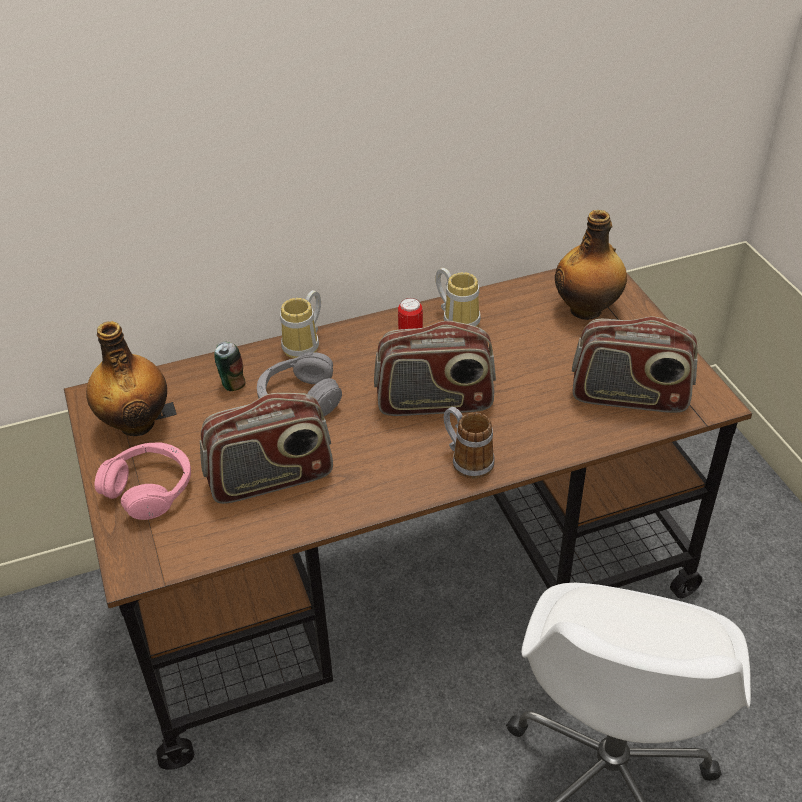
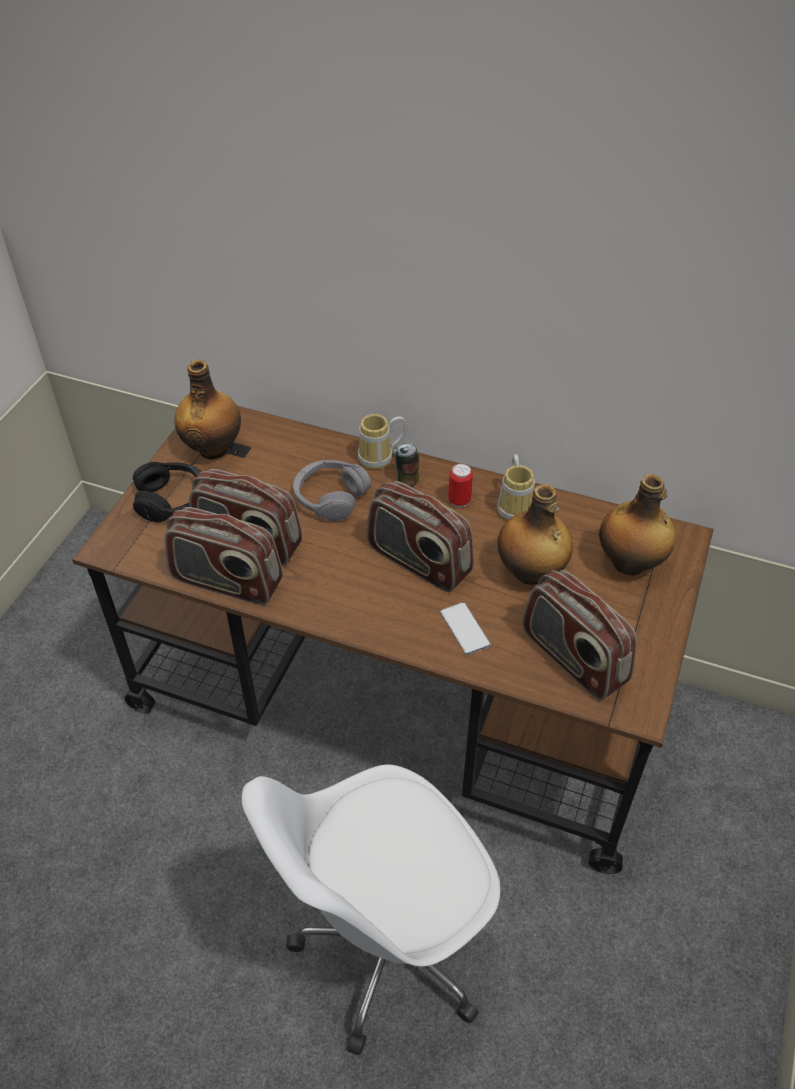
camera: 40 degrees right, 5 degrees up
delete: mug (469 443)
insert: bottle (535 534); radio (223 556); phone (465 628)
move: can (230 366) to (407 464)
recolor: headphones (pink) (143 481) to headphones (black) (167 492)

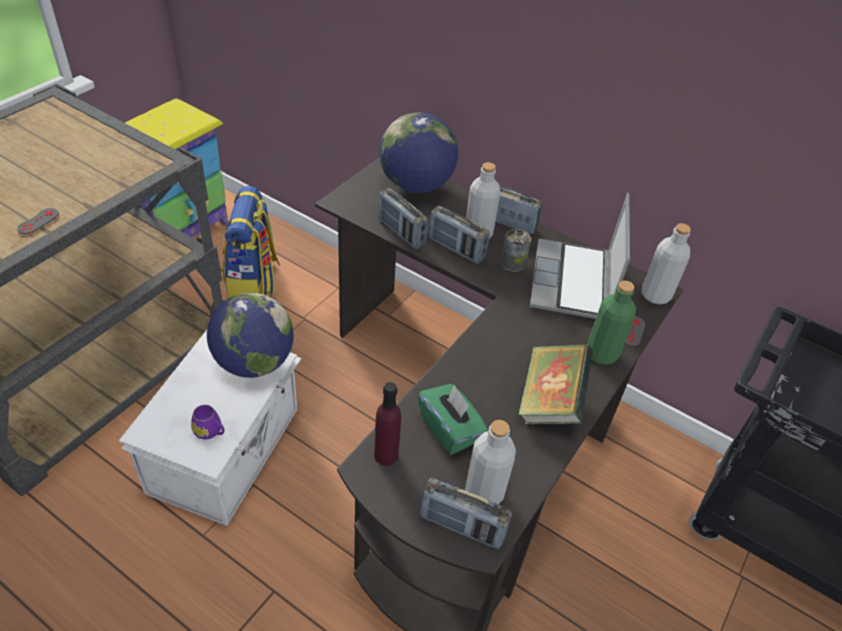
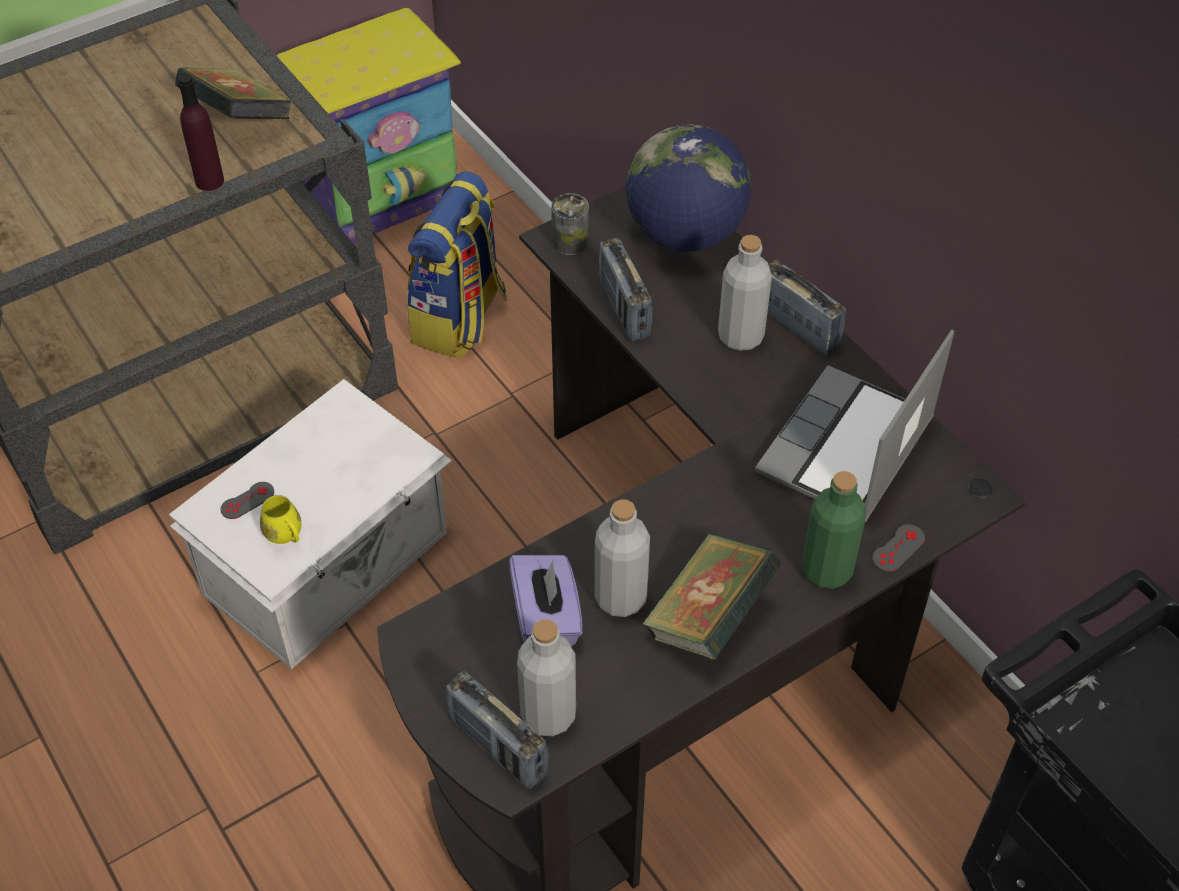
camera: 25 degrees right, 5 degrees up
delete: radio (459 235); globe (250 335)
insert: book (234 93)
move: game controller (grey) (38 221) to (247 500); bottle (grey) (666 264) to (622 558); can (515 250) to (570 224); bottle (purple) (387 424) to (200 132)
recolor: tissue box (green) (453 419) to tissue box (purple) (545 600); mug (purple) (208 422) to mug (yellow) (280 519)

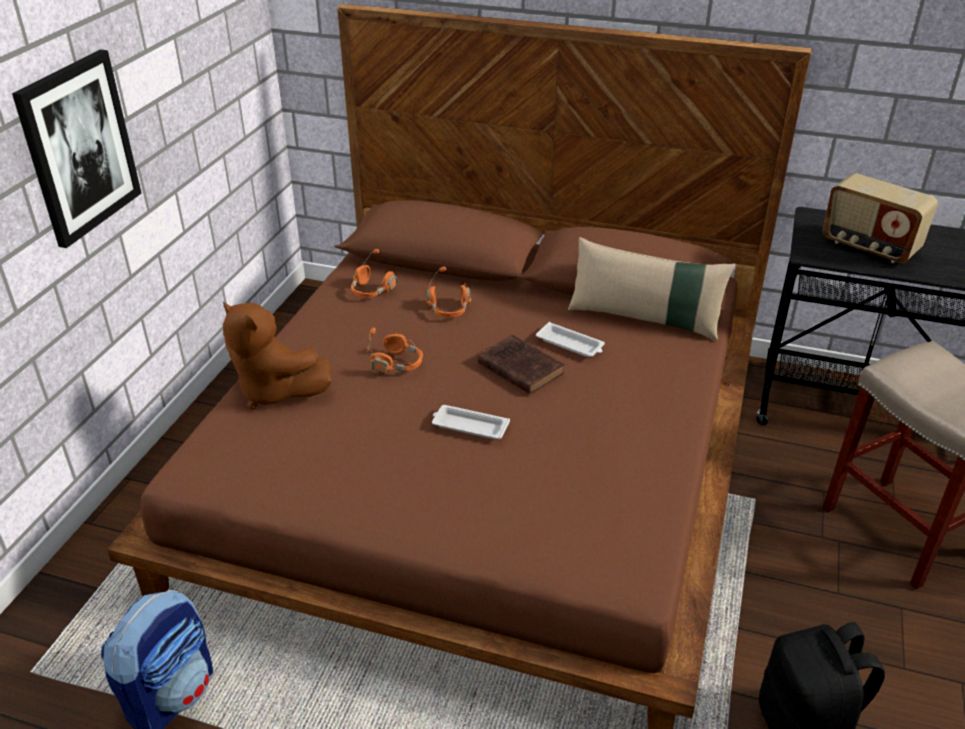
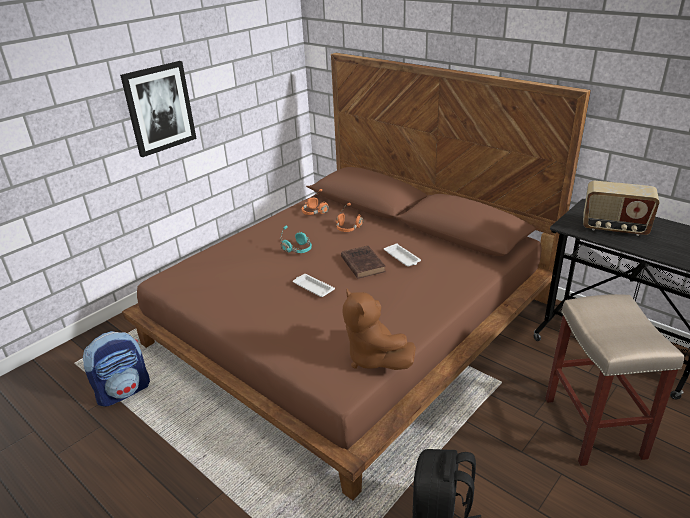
camera: 25 degrees right, 5 degrees down
delete: pillow (beige) (651 288)
move: plush toy (brown) (277 355) to (379 329)
recolor: headphones (orange) (395 350) to headphones (turquoise) (296 239)
rotate: radio (880 218) = (621 208) 45 degrees counterclockwise

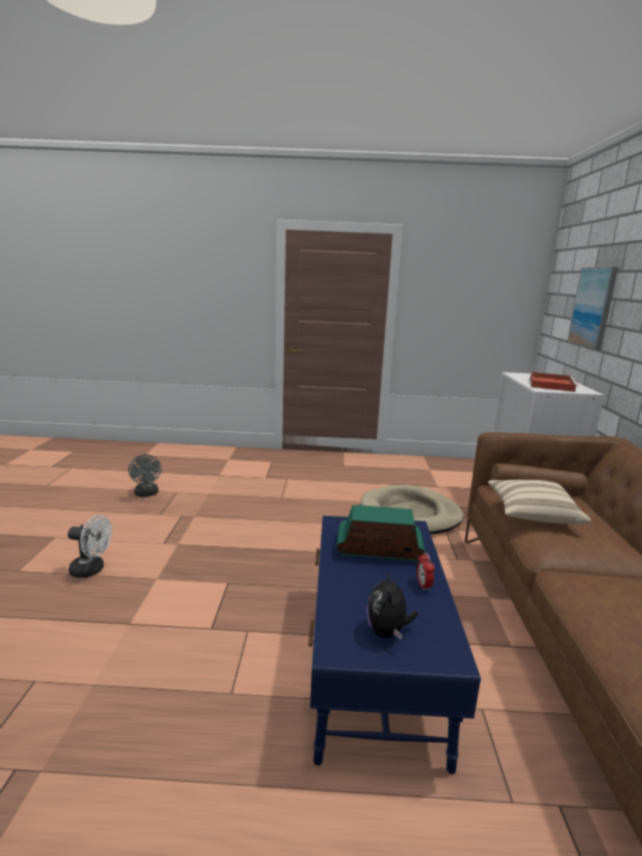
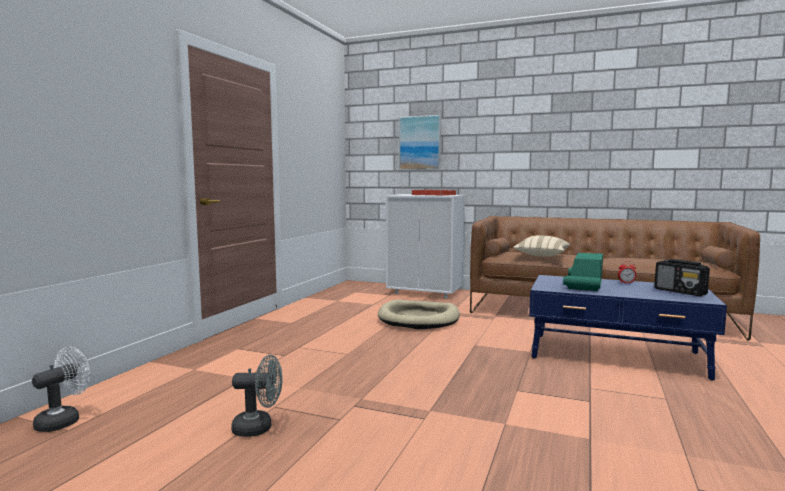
camera: 70 degrees left, 10 degrees down
move: fan (white) (90 546) to (61 389)
replace: plush toy (392 605) to radio (682 277)

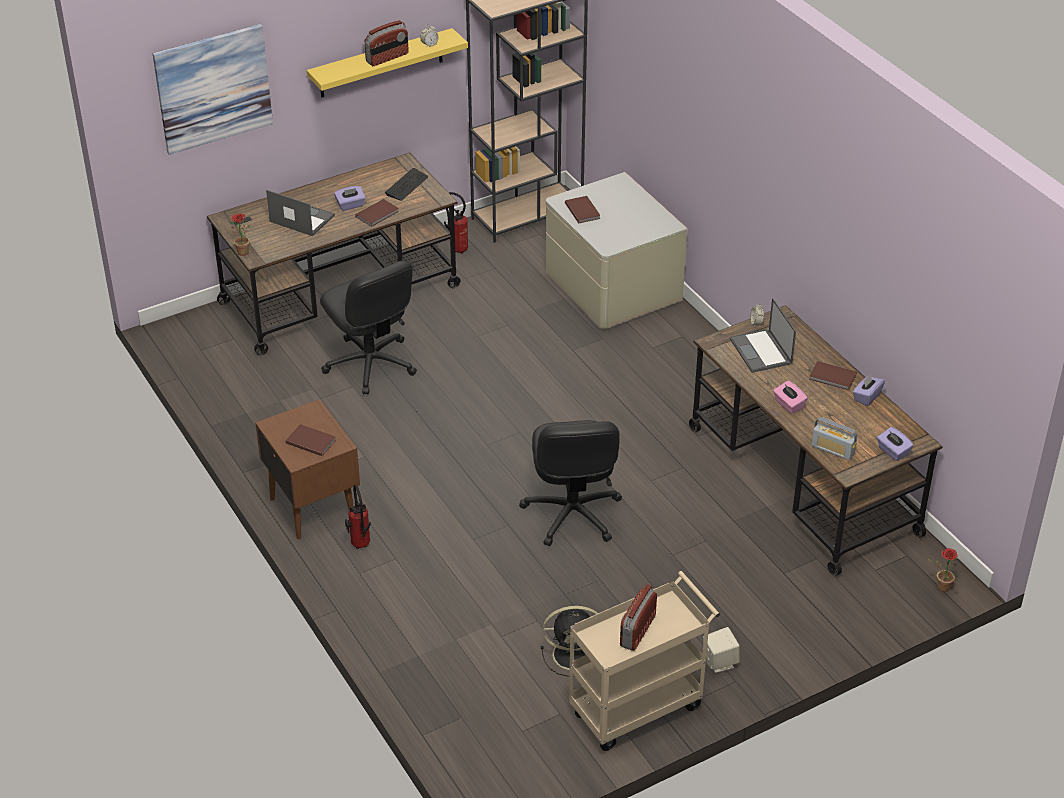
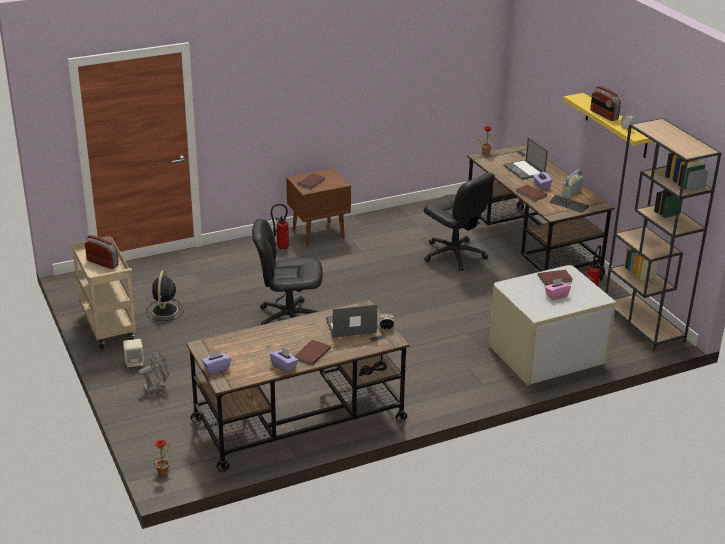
camera: 95 degrees right, 10 degrees down
delete: picture (213 89)
insert: fan (grey) (153 371)
move: tissue box (pink) (790 397) to (558 289); radio (834 438) to (572 184)
rotate: laptop (300 213) = (525 159) 120 degrees clockwise; office chair (black) (368 327) = (459 222) 105 degrees counterclockwise

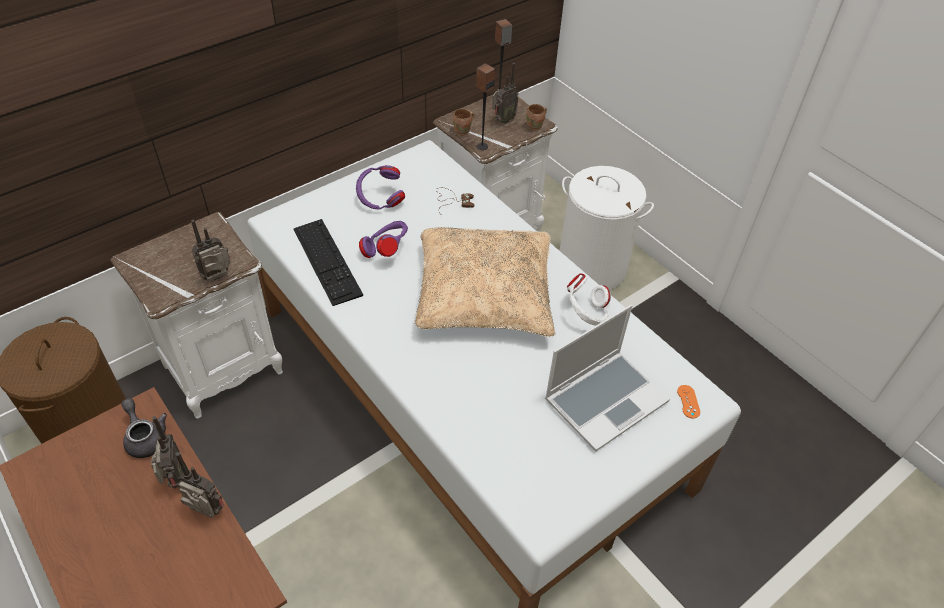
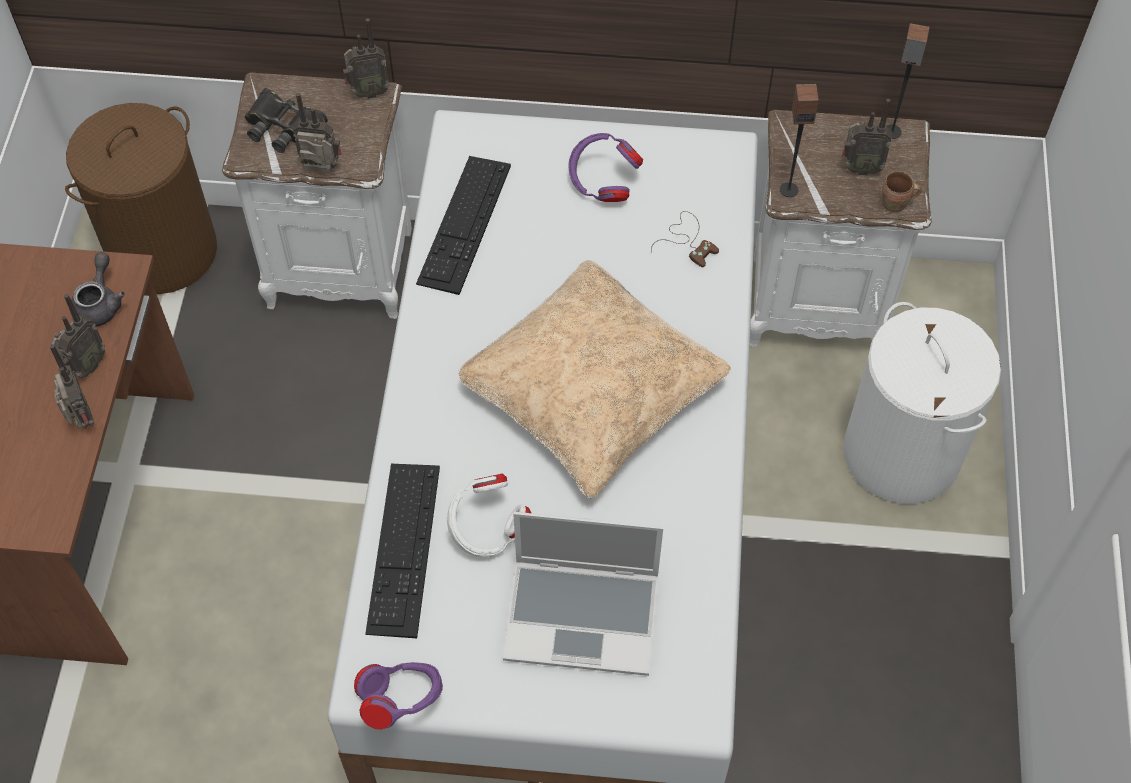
camera: 45 degrees right, 10 degrees up
delete: mug (brown) (463 121); game controller (orange) (688 402)
insert: radio (366 58); binoculars (black) (286 120); keyboard (402 551)
move: headphones (purple) (383 239) to (398 696); headphones (white) (589 299) to (489 515)

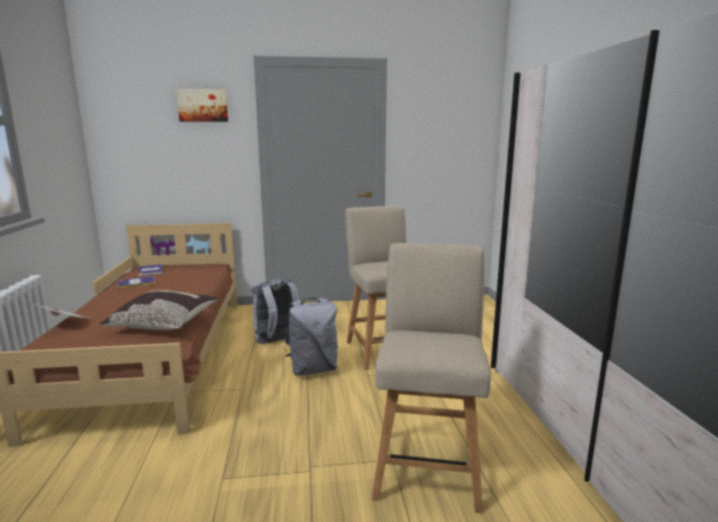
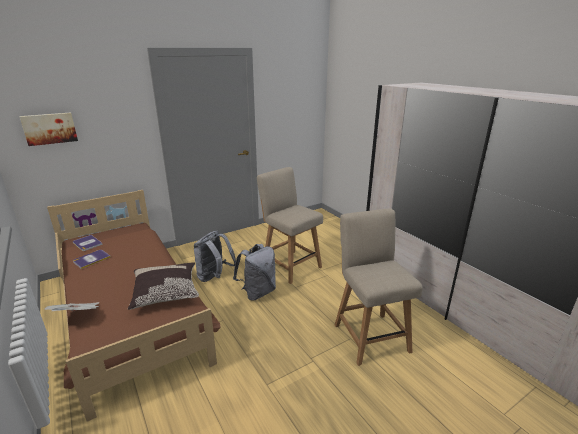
camera: 25 degrees left, 10 degrees up
move: picture (202 105) to (49 129)

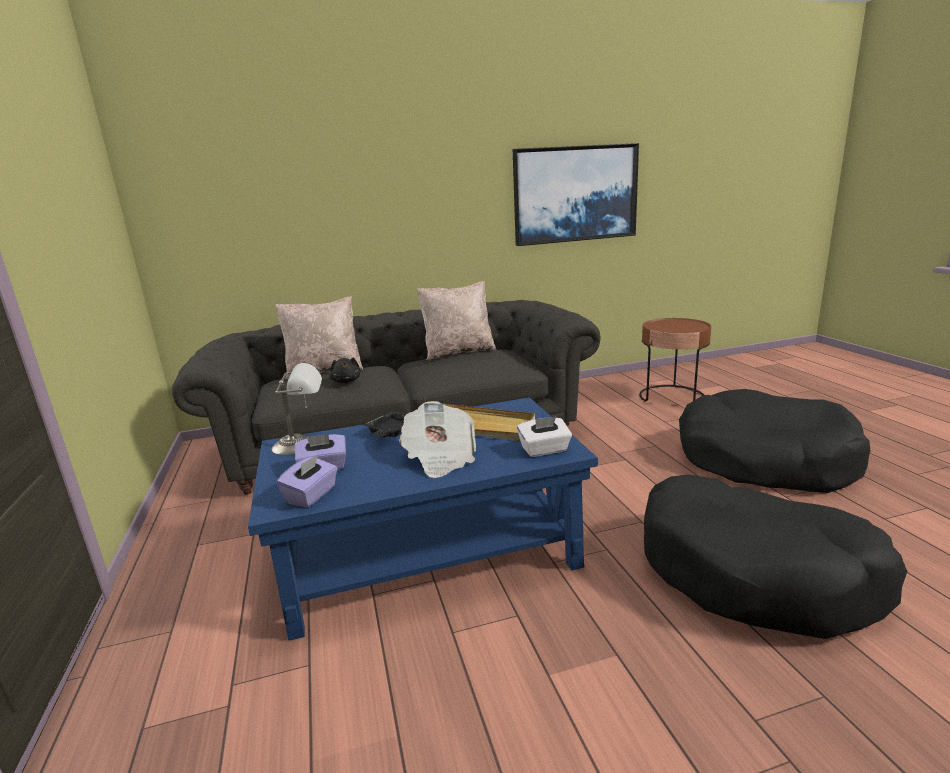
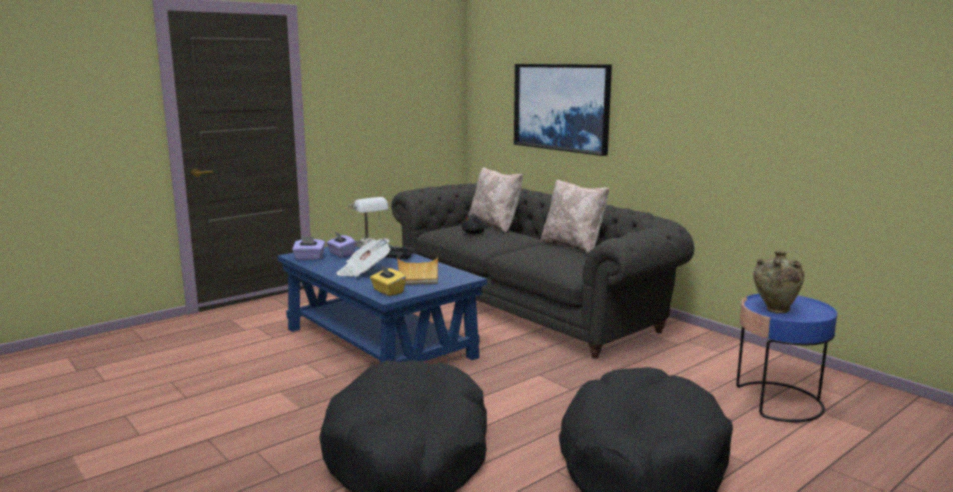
camera: 65 degrees right, 5 degrees down
insert: vase (beige) (779 282)
move: picture (576 194) to (563 110)
recolor: side table (brown) (675 360) to side table (blue) (786 358); tissue box (white) (544 436) to tissue box (yellow) (388 280)

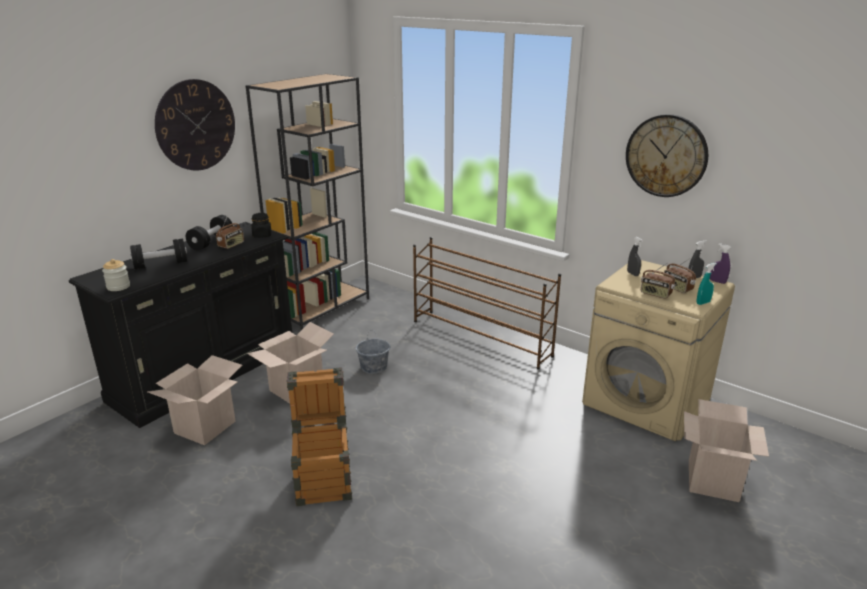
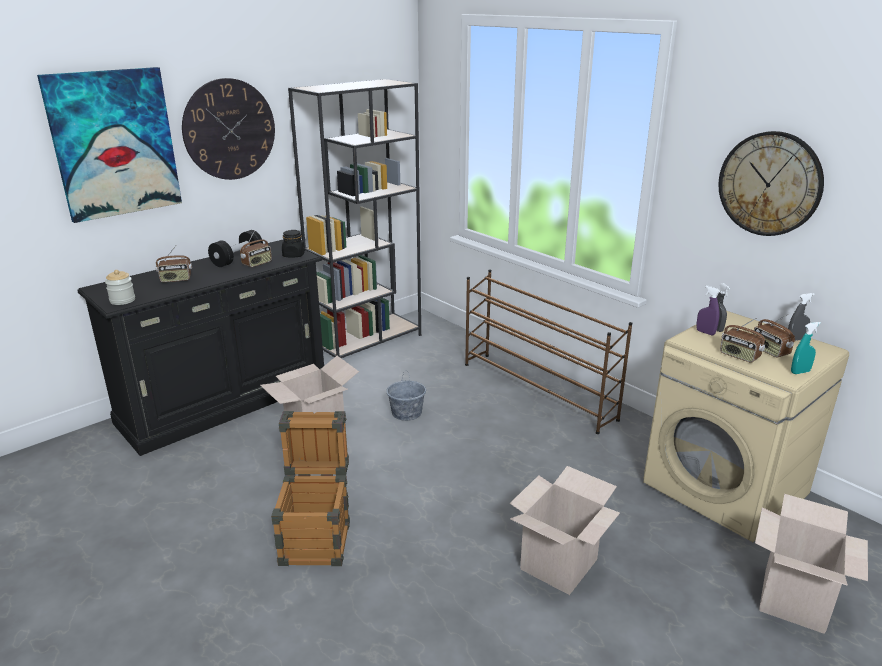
camera: 10 degrees right, 0 degrees up
insert: picture (109 145)
move: spray bottle (purple) (720 263) to (708 310); cardboard box (195 400) to (565 530)
replace: dumbbell (black) (158 254) to radio (174 264)

